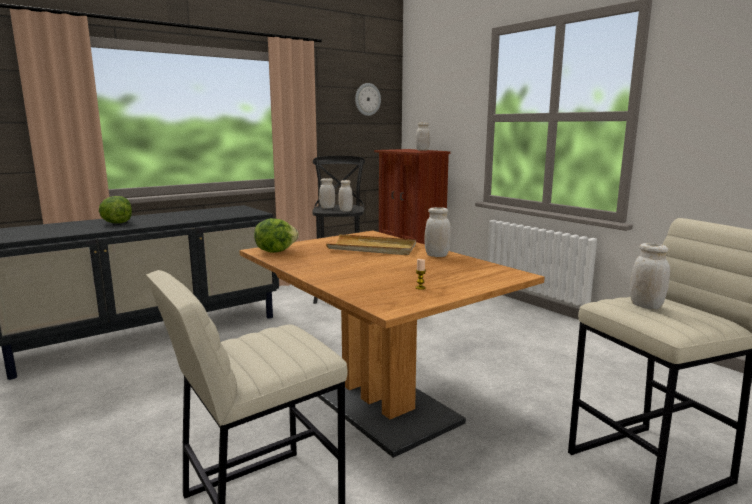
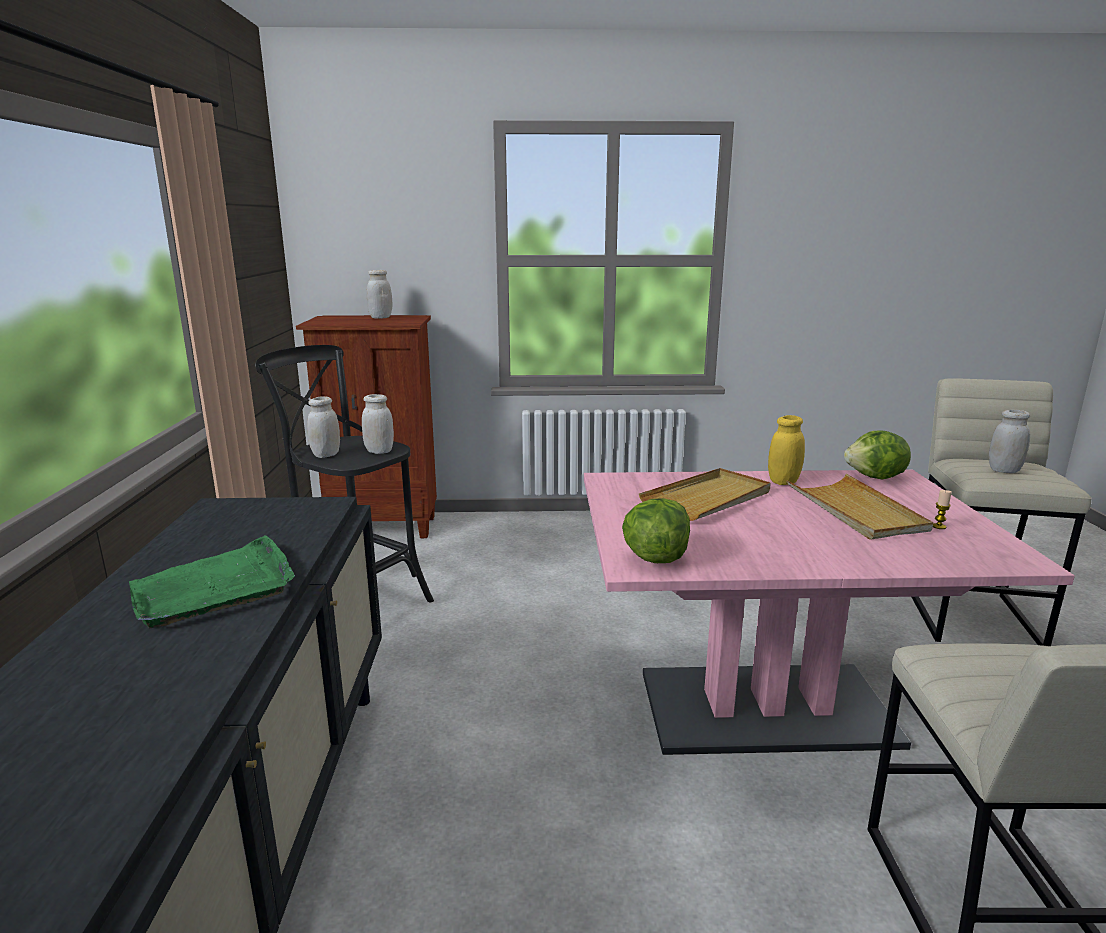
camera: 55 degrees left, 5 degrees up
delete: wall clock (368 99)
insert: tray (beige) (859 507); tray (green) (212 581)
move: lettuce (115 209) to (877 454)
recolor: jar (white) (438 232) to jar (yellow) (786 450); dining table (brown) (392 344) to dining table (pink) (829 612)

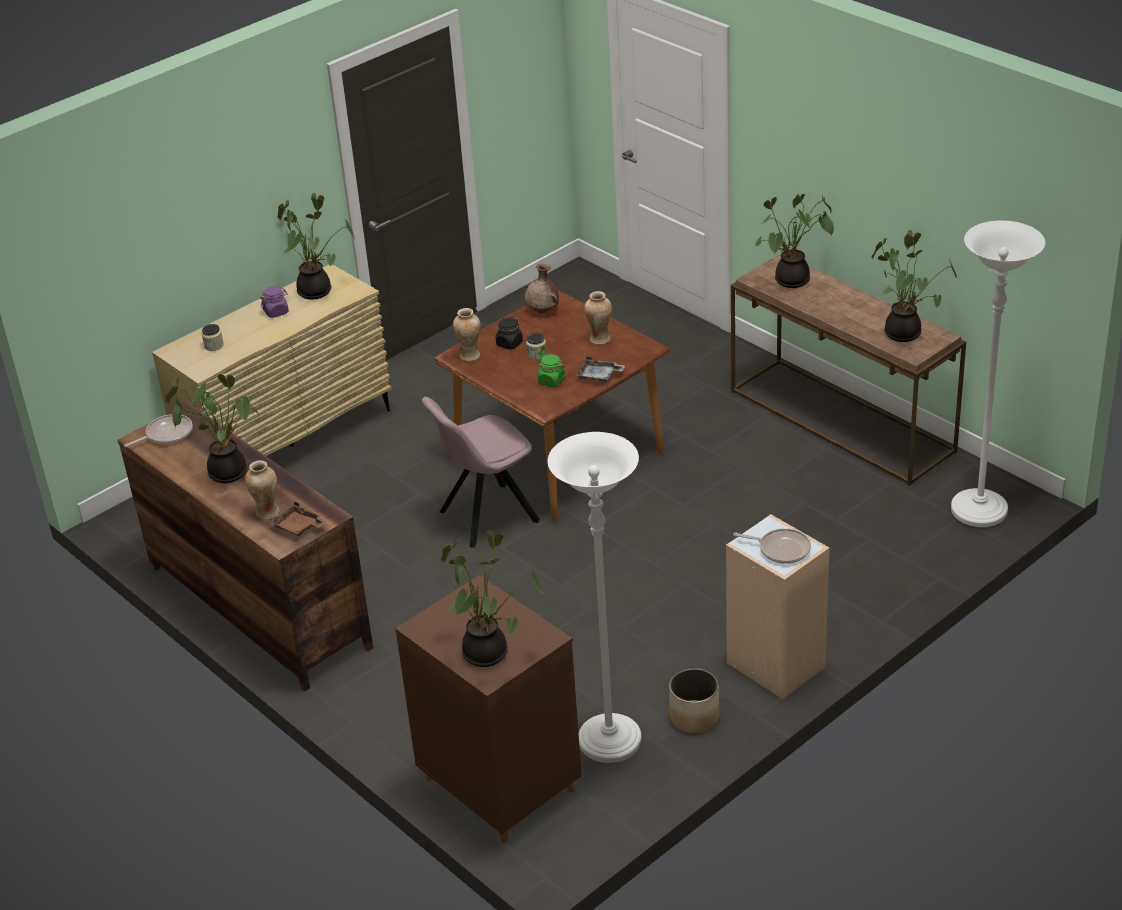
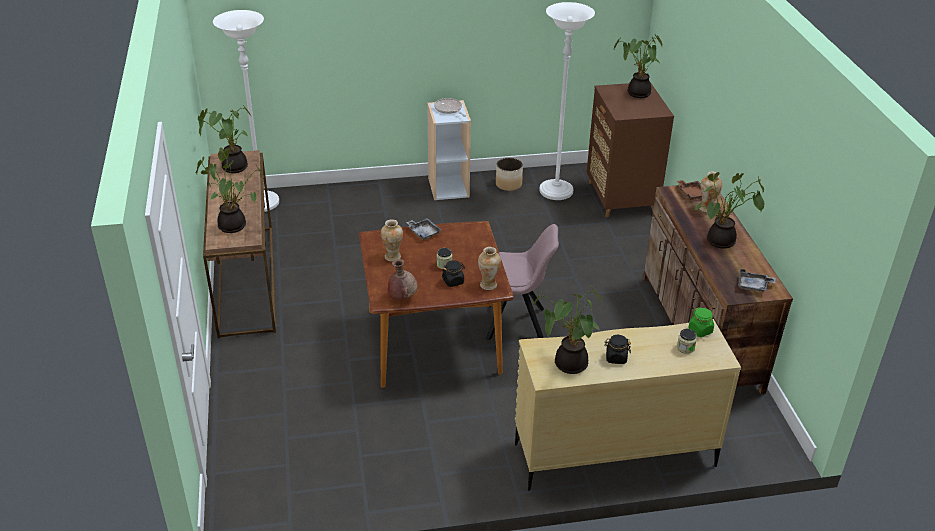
camera: 150 degrees left, 0 degrees up
move: jar (green) (551 371) to (701 322)
replace: frying pan (158 430) to tray (grey) (757 280)
recolor: jar (purple) (274 302) to jar (black) (617 349)

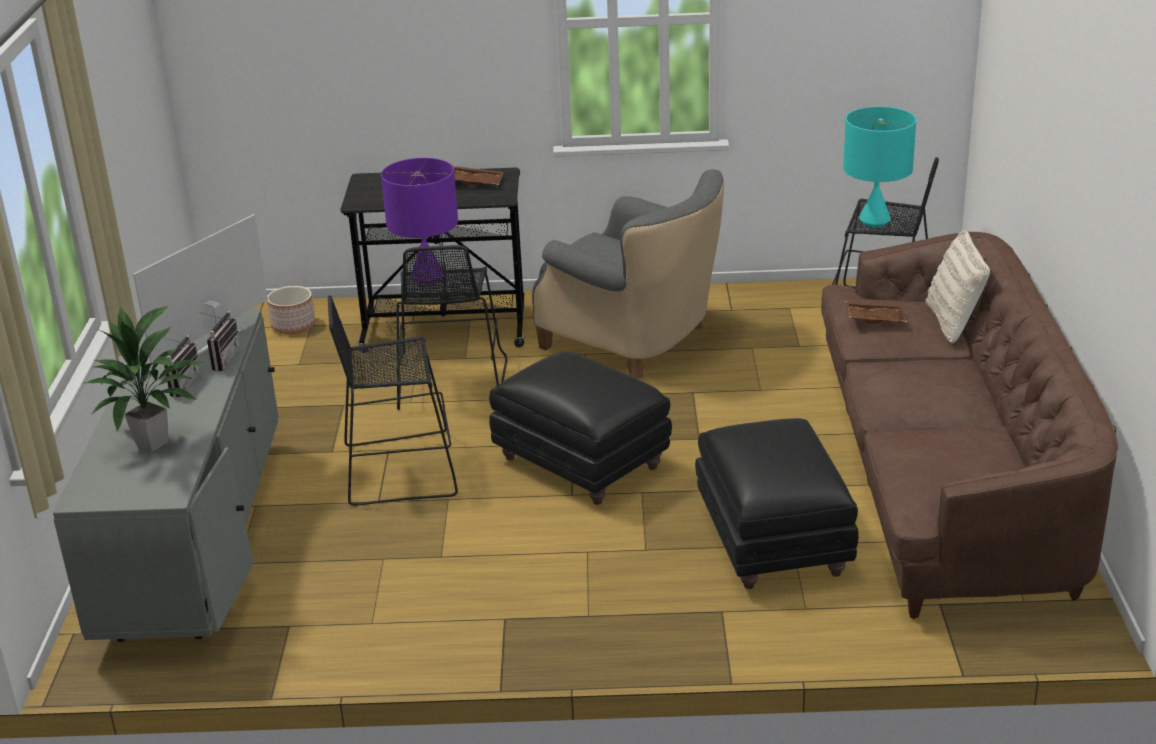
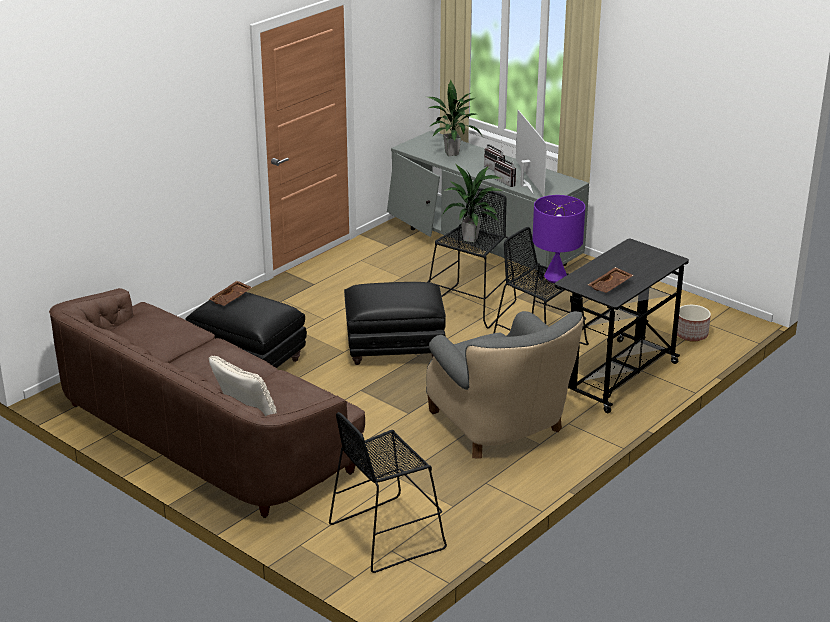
camera: 130 degrees right, 0 degrees up
delete: table lamp (turquoise) (879 167)
insert: potted plant (472 202)
move: tray (brown) (876 312) to (230 293)
rotate: armchair (grey) (628 274) = (504 385) 105 degrees counterclockwise

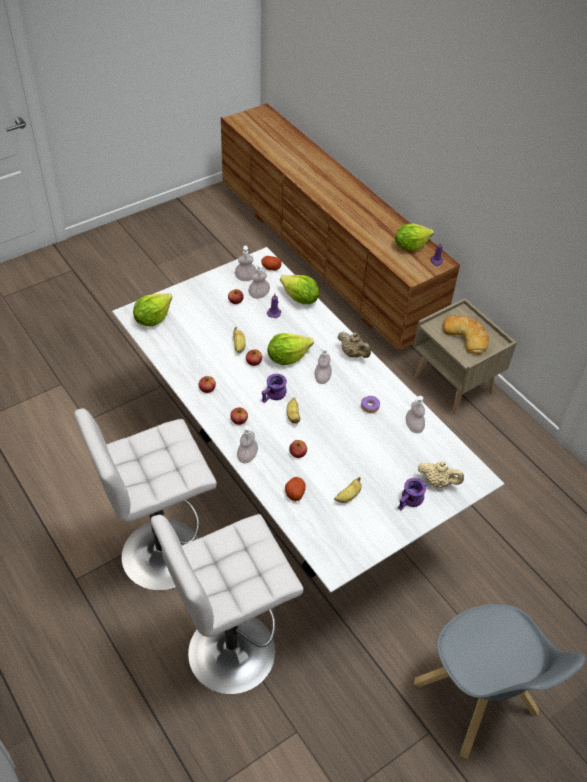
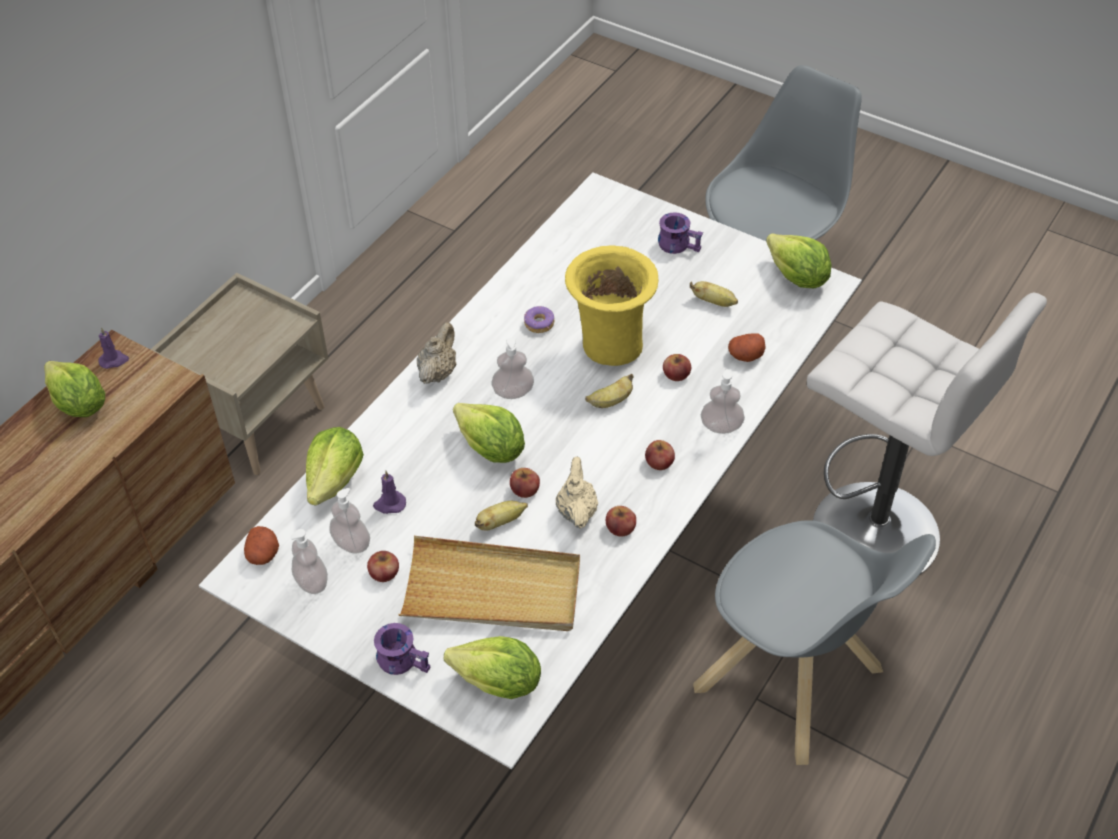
camera: 110 degrees left, 0 degrees up
delete: bread (466 334); soap dispenser (415 414)
insert: lettuce (799 261); vase (yellow) (612 305); tray (beige) (489 583)
move: mug (purple) (274 388) to (402 649); teapot (beige) (441 474) to (577 492)
replace: stool (white) (145 499) to chair (grey) (814 642)

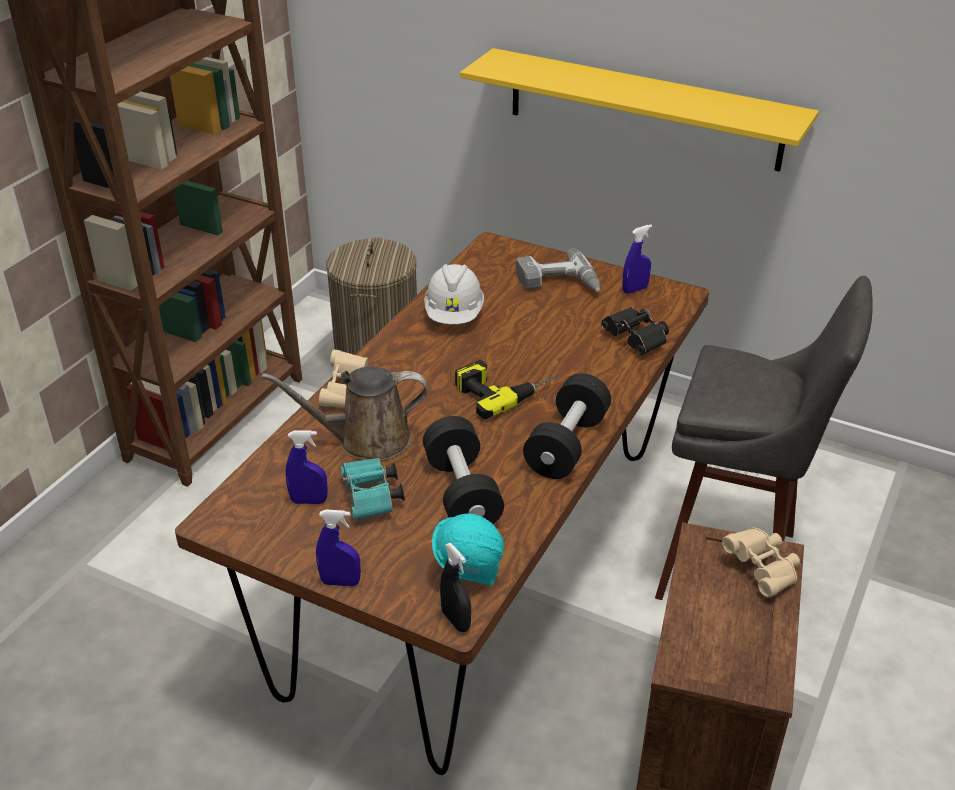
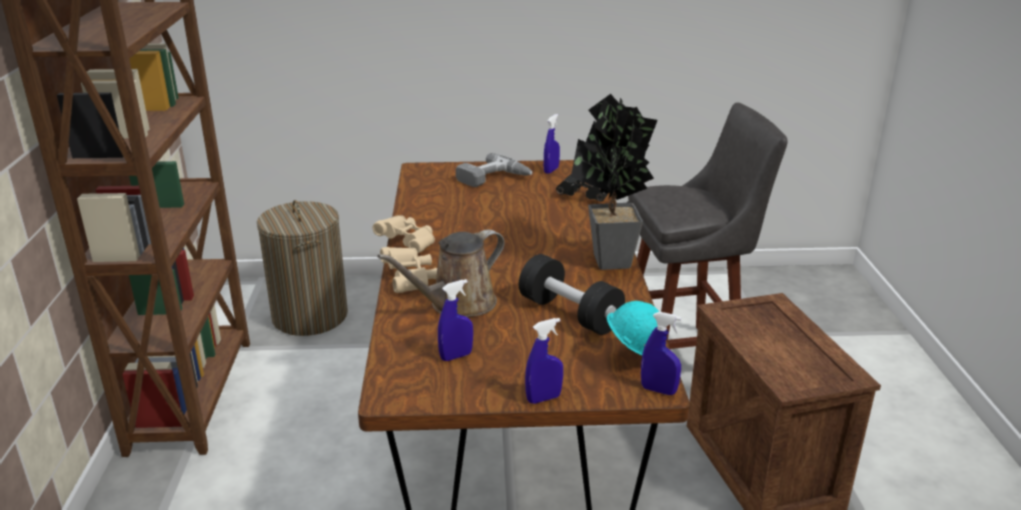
camera: 30 degrees left, 10 degrees down
delete: shelf (yellow) (639 110); hard hat (white) (454 294); power drill (506 389); binoculars (turquoise) (372 489)
move: binoculars (beige) (761 563) to (404 234)
replace: dumbbell (black) (567 426) to potted plant (614 182)
recolor: spray bottle (black) (455 587) to spray bottle (blue) (661 353)

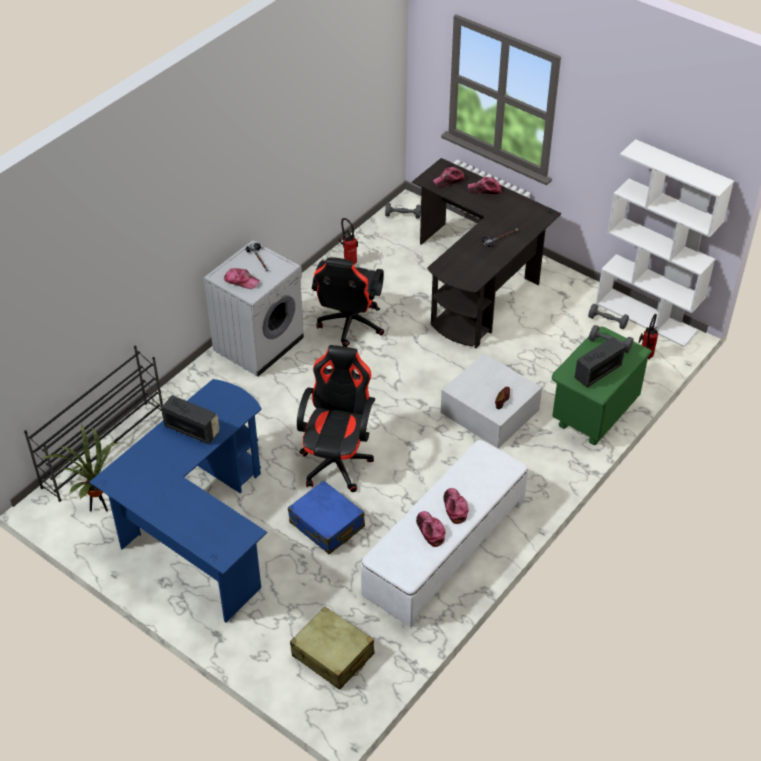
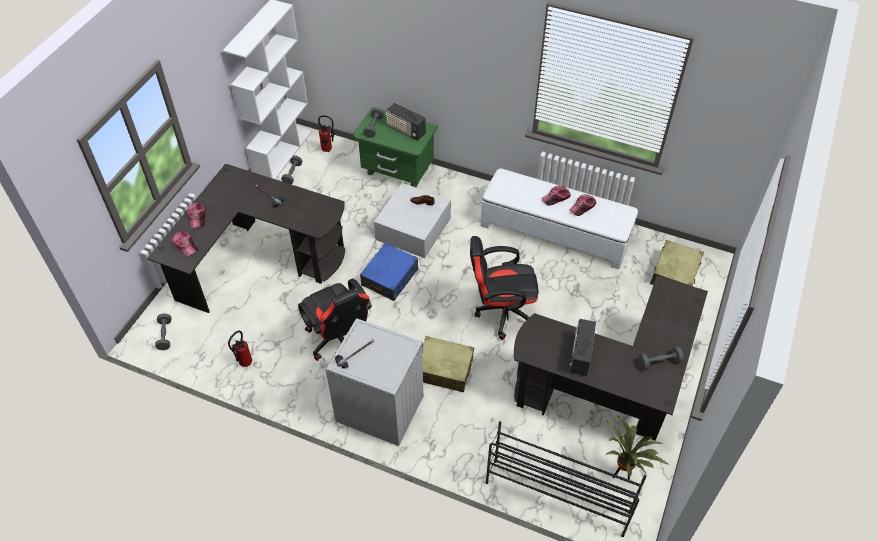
camera: 105 degrees left, 5 degrees up
delete: cap (242 278)
insert: suitcase (beige) (448 364); dumbbell (grey) (661 358)
move: suitcase (blue) (326 517) to (389 272)
recolor: desk (blue) (178 501) to desk (black) (611 358)
rotate: office chair (black) (348 302) = (335 319) 60 degrees clockwise

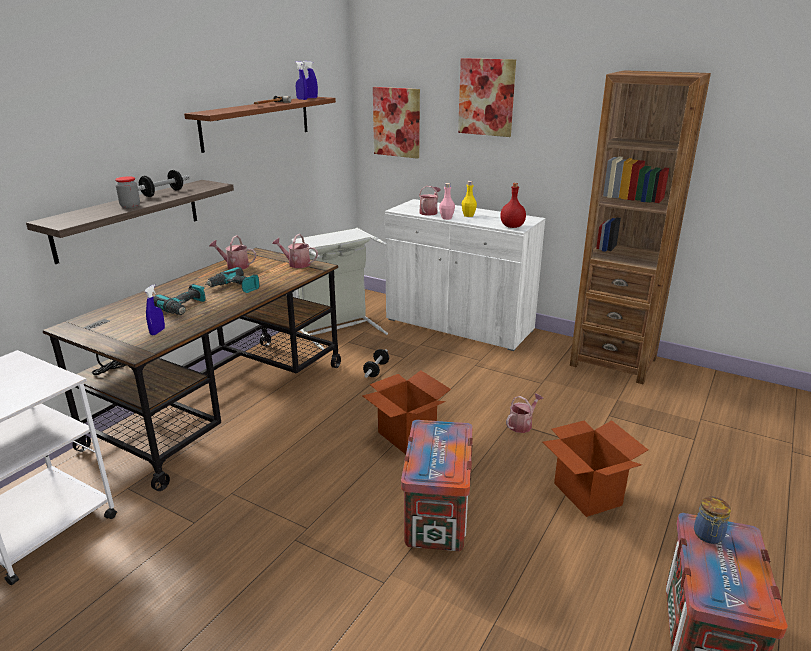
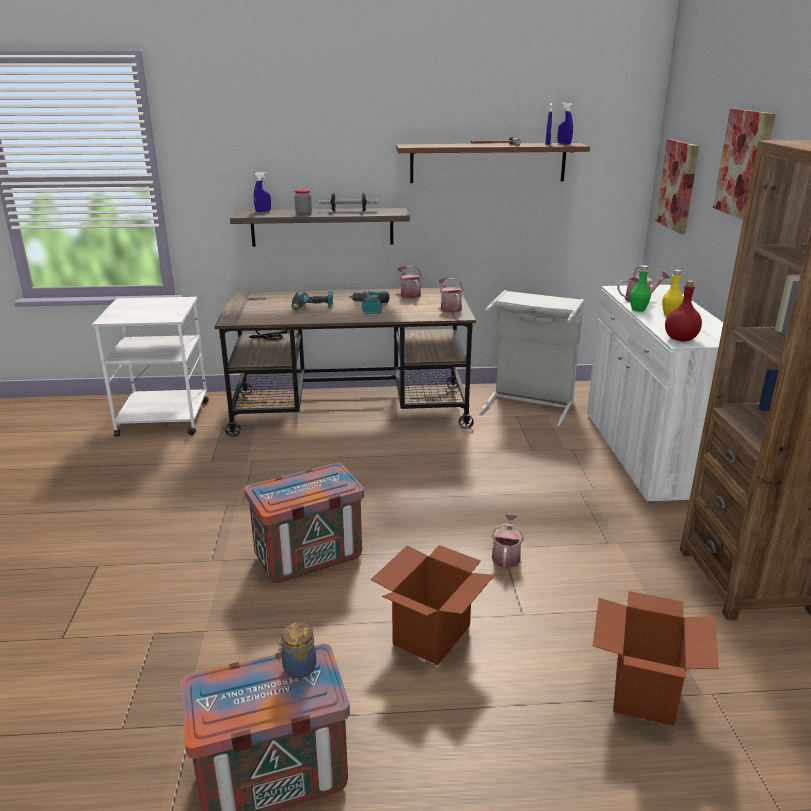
camera: 55 degrees right, 0 degrees up
delete: dumbbell (376 363)
move: spray bottle (blue) (154 309) to (262 192); cardboard box (406 412) to (656 658)
recolor: bottle (pink) (447 201) to bottle (green) (640 288)
rotate: watering can (524 413) = (508 541) 90 degrees counterclockwise

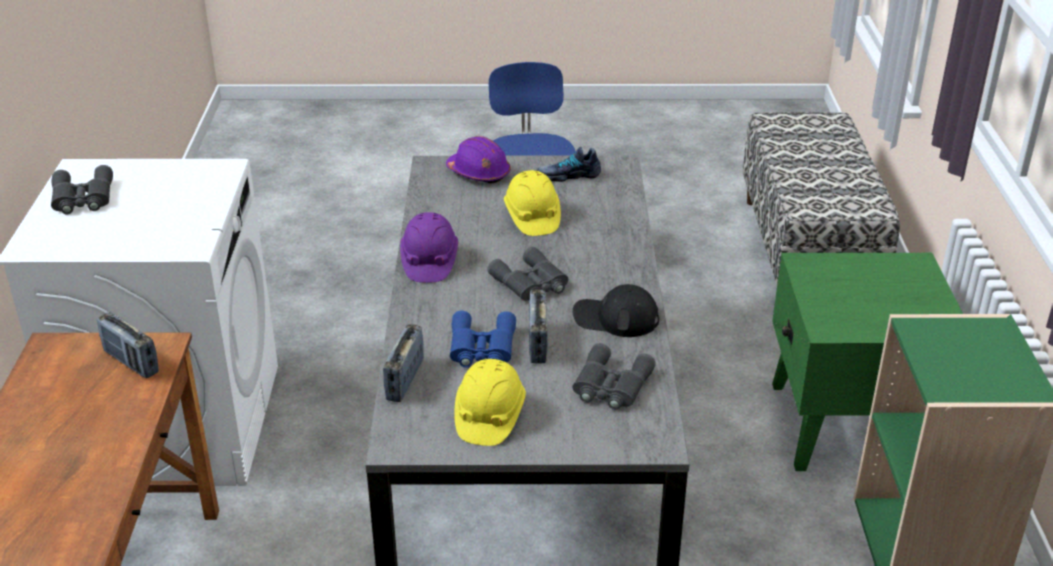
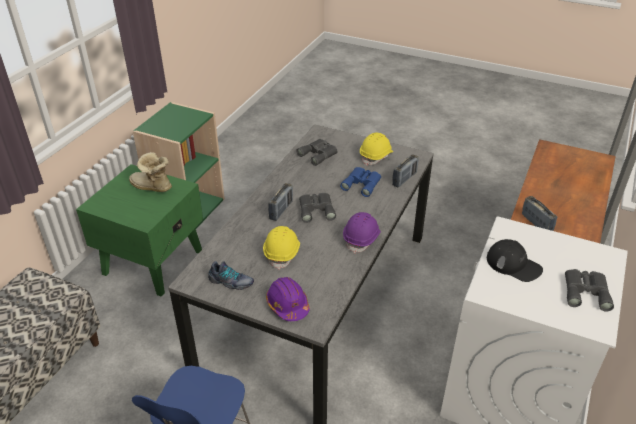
camera: 155 degrees left, 5 degrees up
insert: boot (150 172)
move: cap (black) (615 310) to (515 260); radio (538 327) to (280 202)

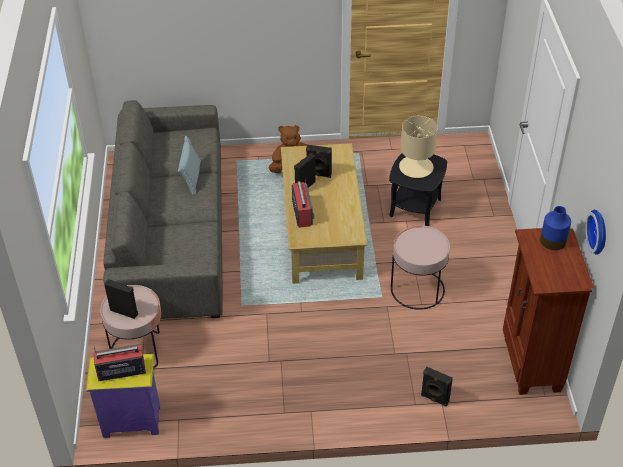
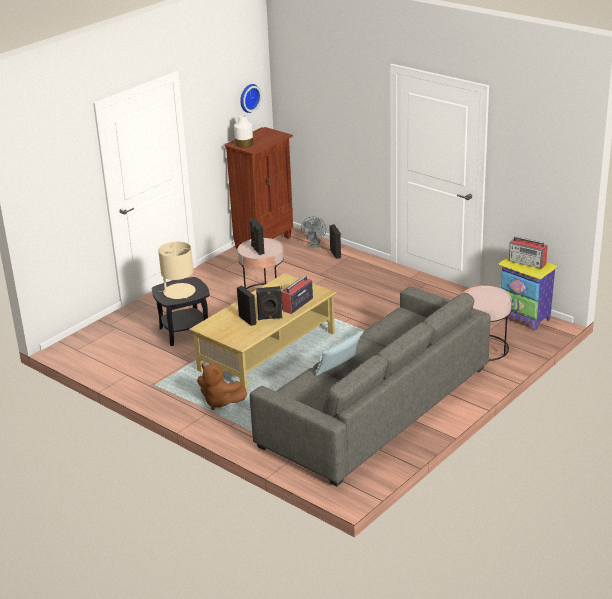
camera: 135 degrees left, 15 degrees down
insert: fan (grey) (313 232)
move: speaker (black) (121 299) to (256 236)
recolor: vase (blue) (555 228) to vase (white) (243 131)

